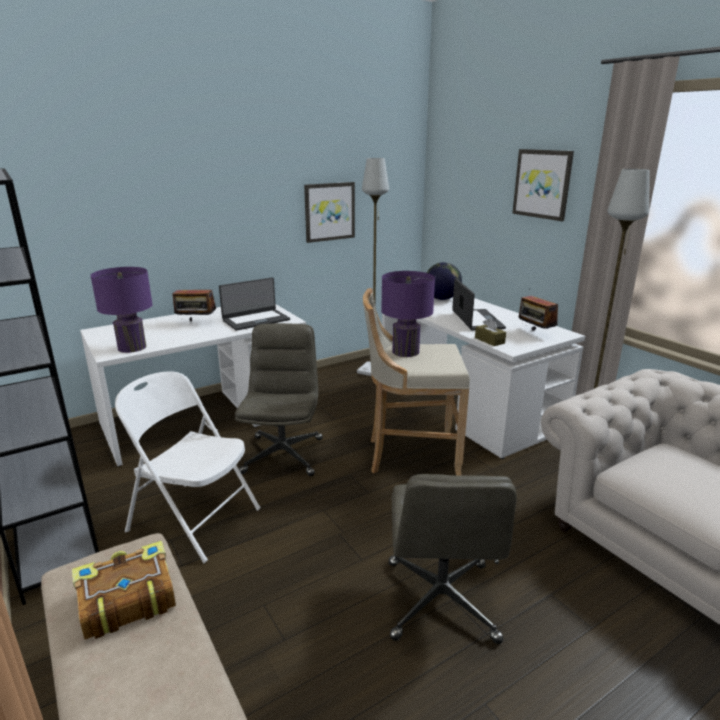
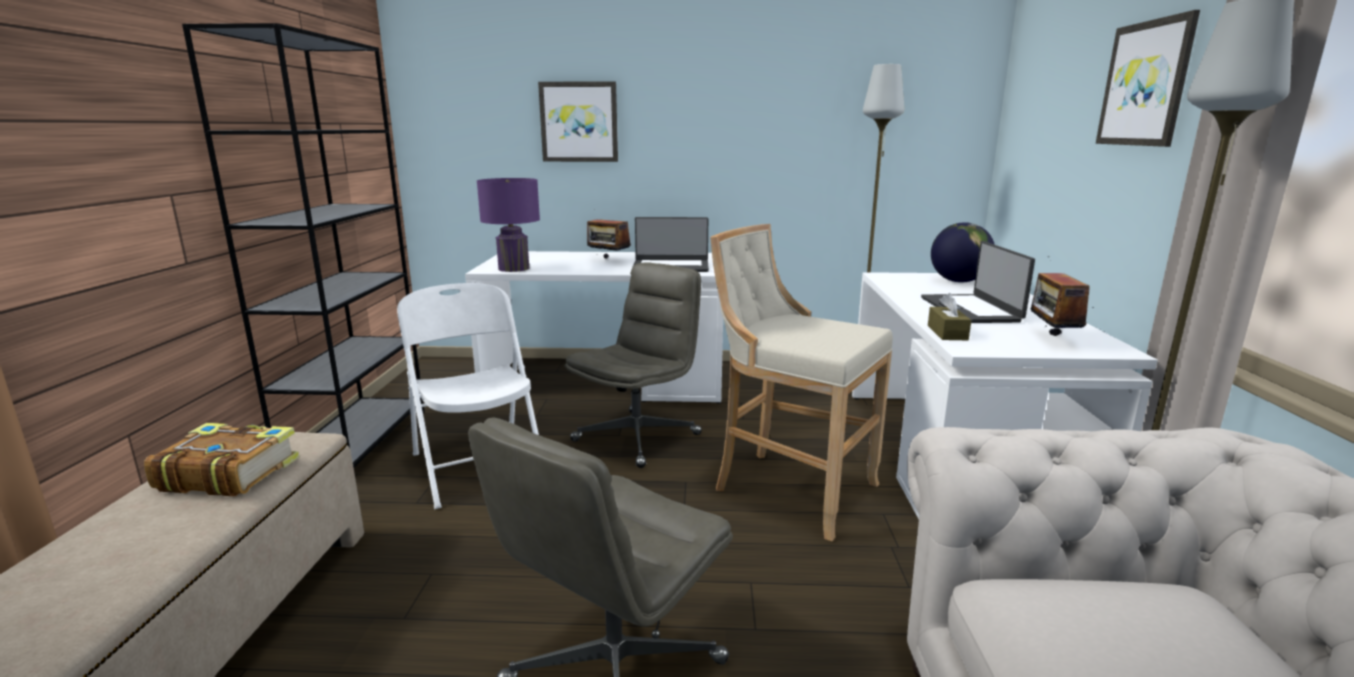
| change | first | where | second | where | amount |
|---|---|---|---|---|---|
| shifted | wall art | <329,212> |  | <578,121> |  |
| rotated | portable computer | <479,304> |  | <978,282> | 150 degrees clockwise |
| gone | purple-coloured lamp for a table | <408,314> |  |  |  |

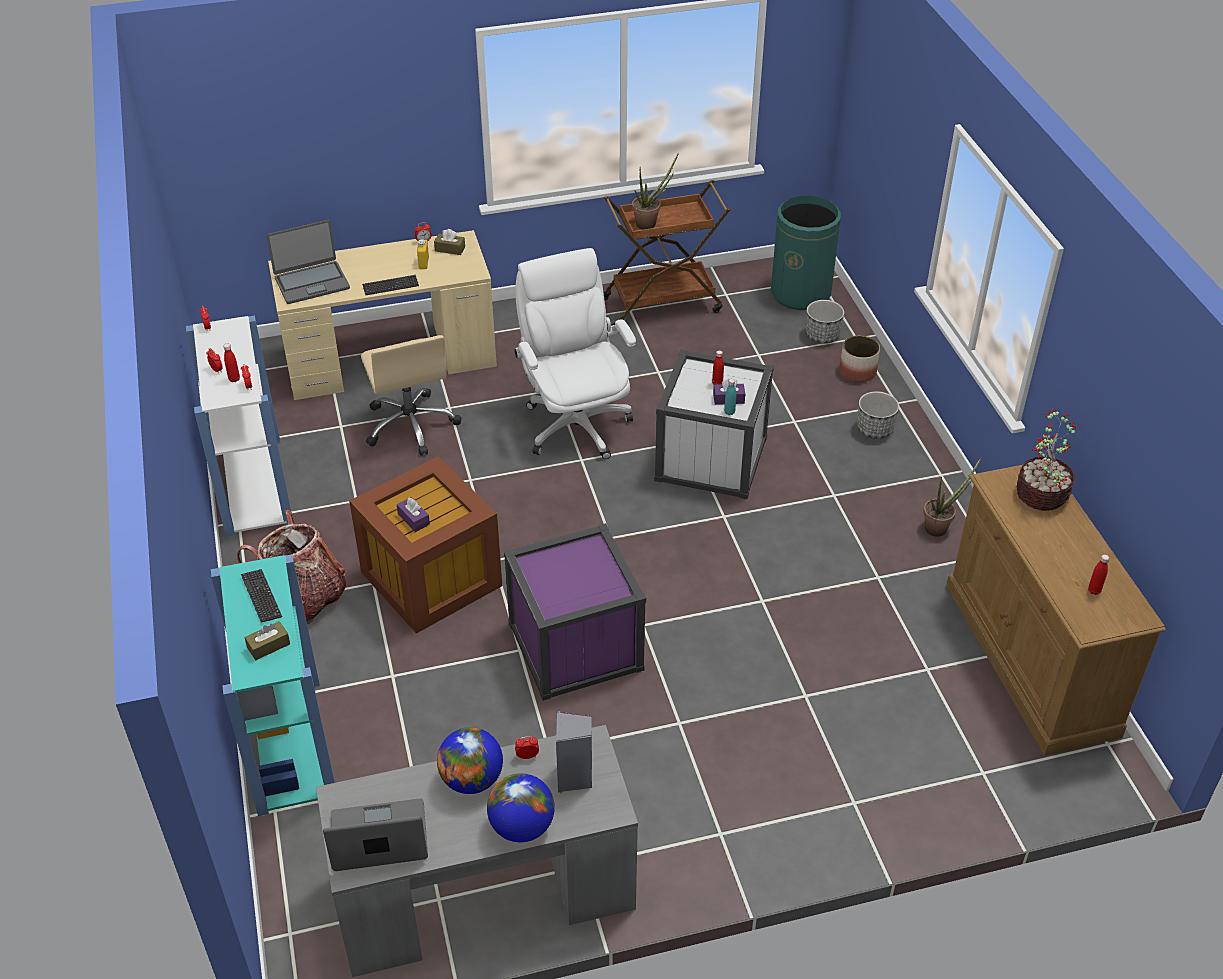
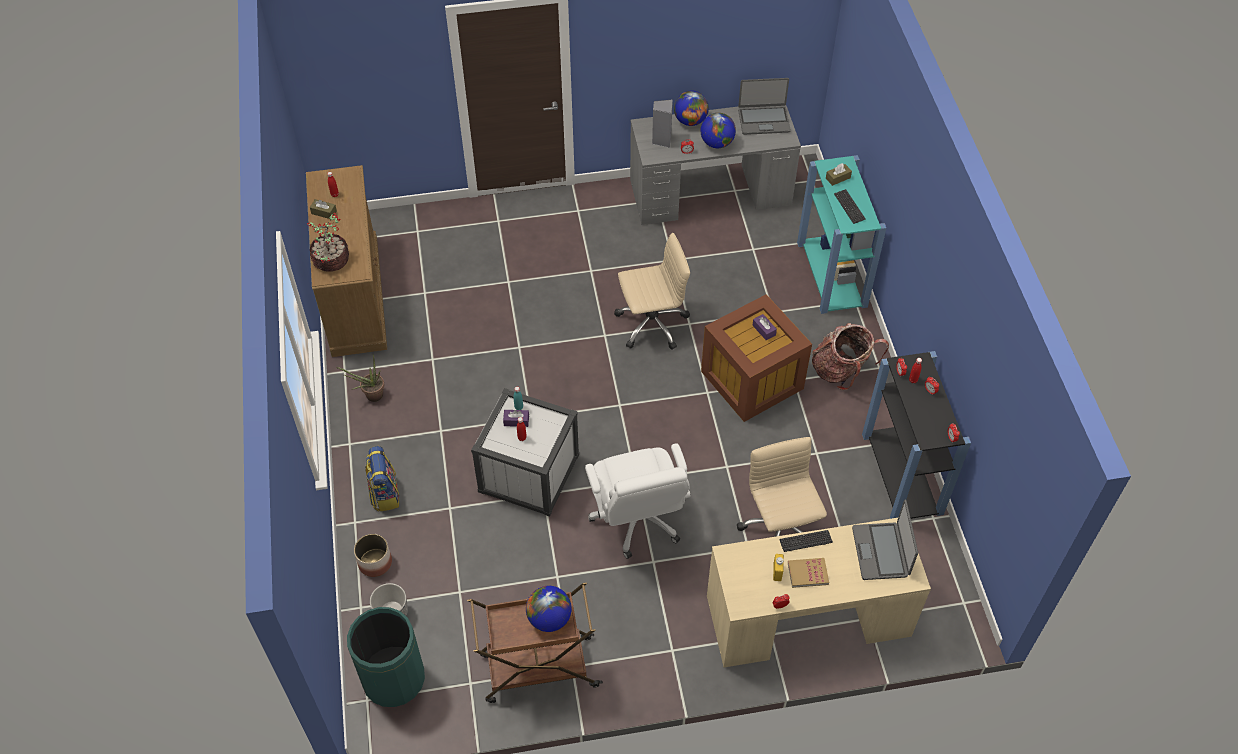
| change | first | where | second | where | amount |
|---|---|---|---|---|---|
| shifted | brown box of tissues | <449,242> |  | <323,209> |  |
| swapped | plant pot | <878,415> | backpack | <382,479> |  |
| swapped | potted plant | <655,191> | desk globe | <549,609> |  |
| swapped | purple-coloured storage bin | <574,612> | beige desk chair | <652,291> |  |
| new |  |  | bound book | <808,573> |  |
| rotated | portable computer | <308,262> |  | <885,539> | 75 degrees counterclockwise |
| repainted | white shelving unit | <239,426> | black-coloured shelving unit | <916,435> |  |

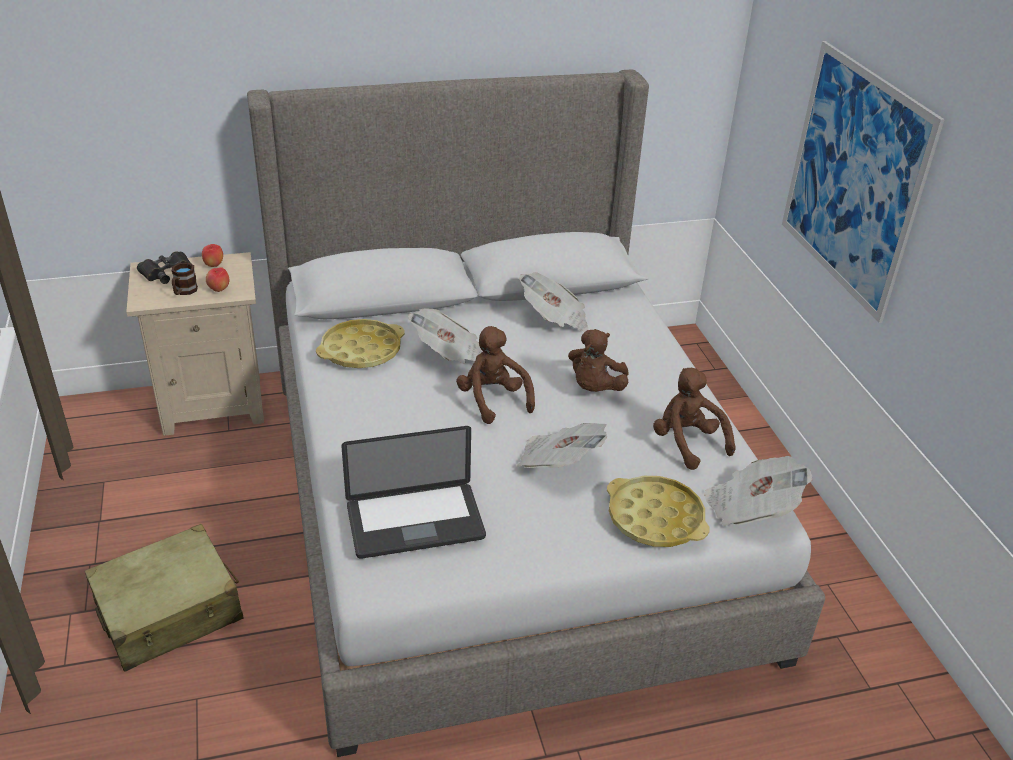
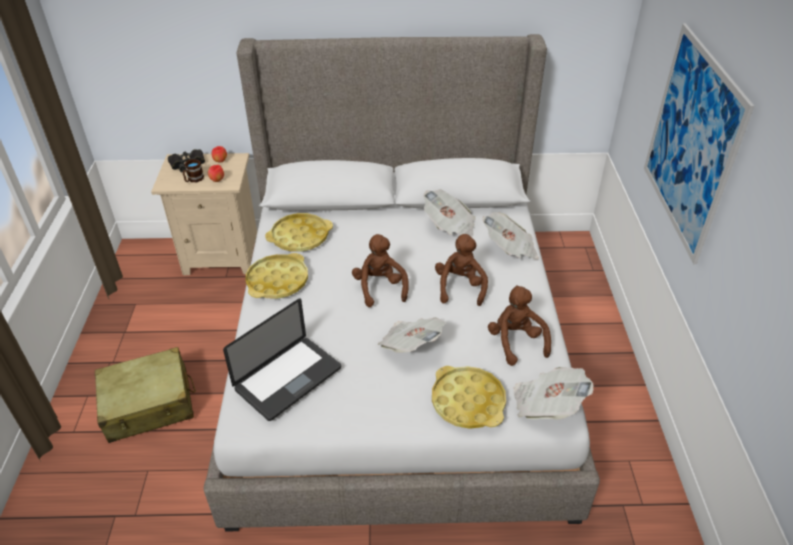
| change | first | where | second | where | amount |
|---|---|---|---|---|---|
| rotated | portable computer | <413,492> |  | <282,360> | 45 degrees counterclockwise |
| new |  |  | yellow-coloured tray | <276,276> |  |
| rotated | brown cuddly toy | <598,360> |  | <461,270> | 150 degrees clockwise |
| shifted | printed paper | <445,336> |  | <511,235> |  |

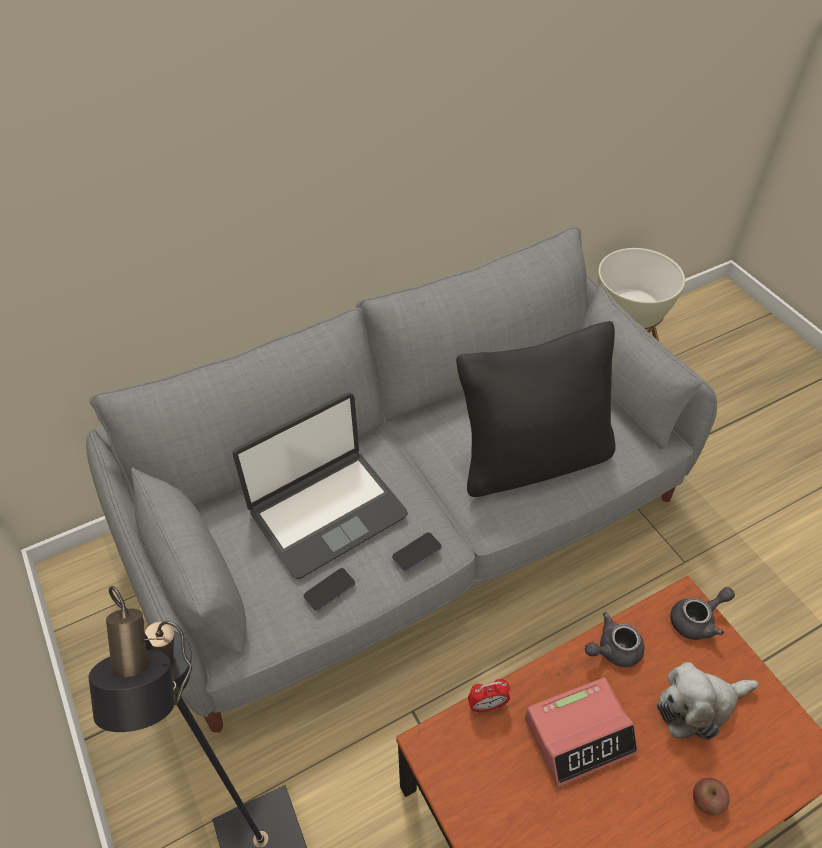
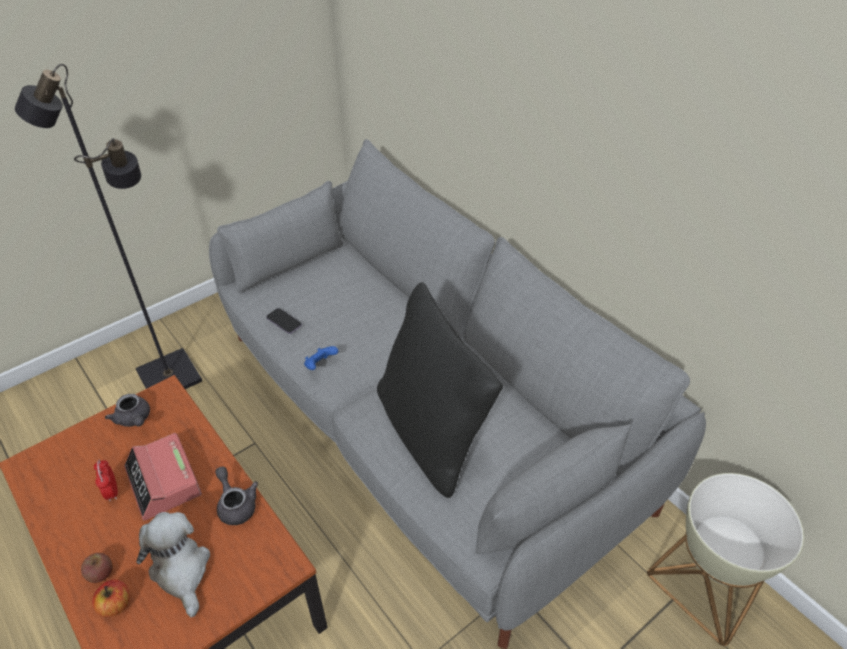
| change | first | where | second | where | amount |
|---|---|---|---|---|---|
| new |  |  | whole apple | <111,598> |  |
| shifted | alarm clock | <489,696> |  | <106,480> |  |
| shifted | greyish tea pot | <702,613> |  | <127,410> |  |
| swapped | phone | <417,552> | bluish joypad | <321,358> |  |
| gone | portable computer | <320,486> |  |  |  |

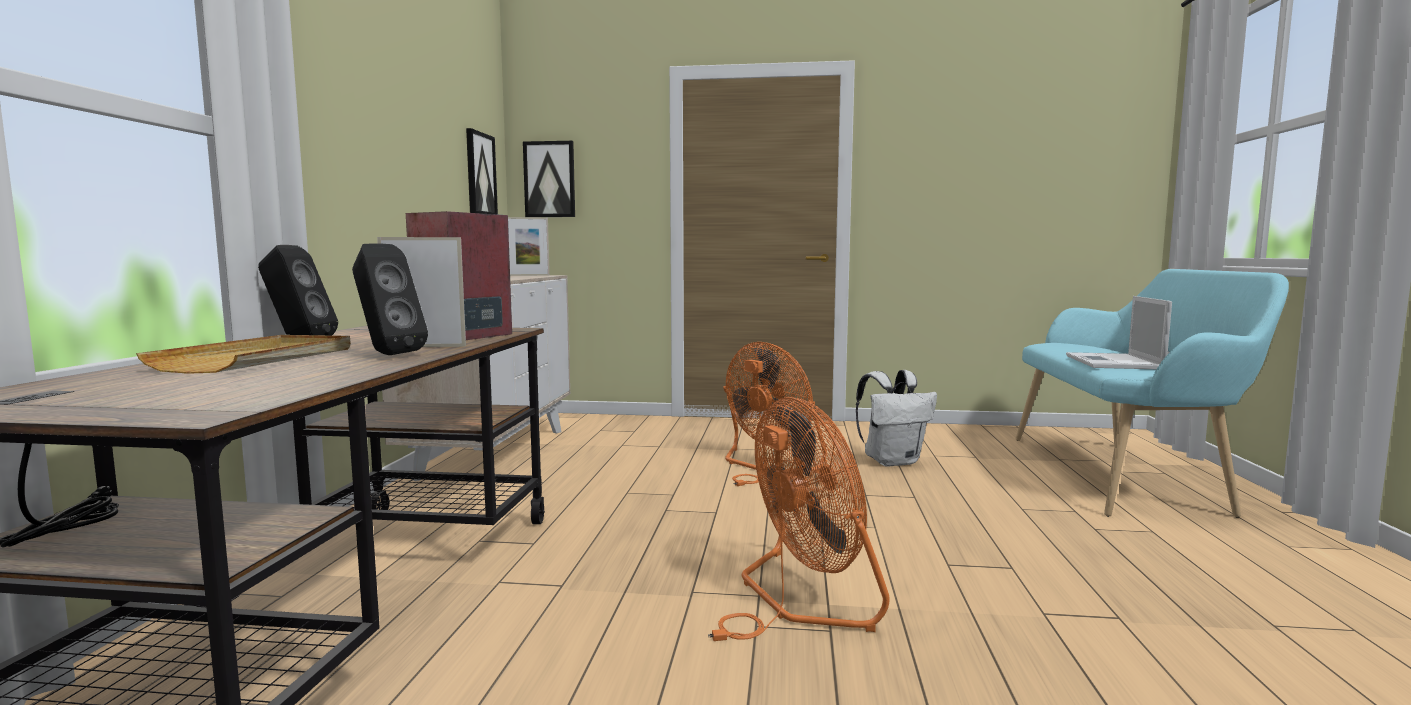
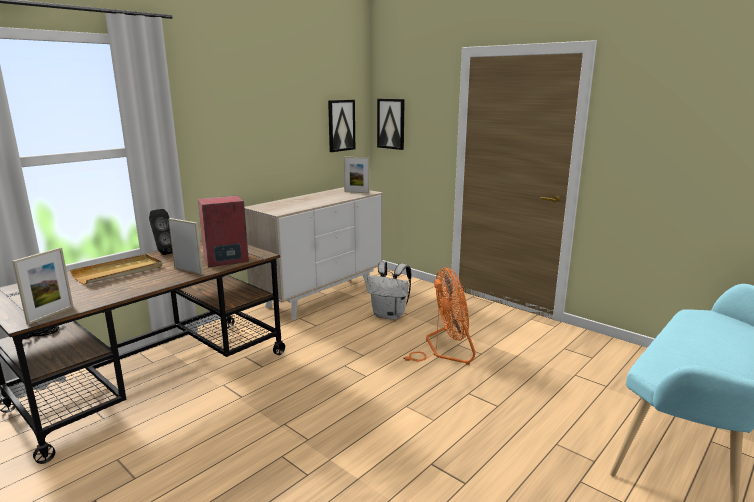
| change | first | where | second | where | amount |
|---|---|---|---|---|---|
| new |  |  | standing frame | <42,286> |  |
| shifted | white backpack | <896,418> |  | <388,290> |  |
| gone | black-coloured speaker | <390,299> |  |  |  |
| gone | orange electric fan | <798,519> |  |  |  |
| gone | portable computer | <1119,332> |  |  |  |

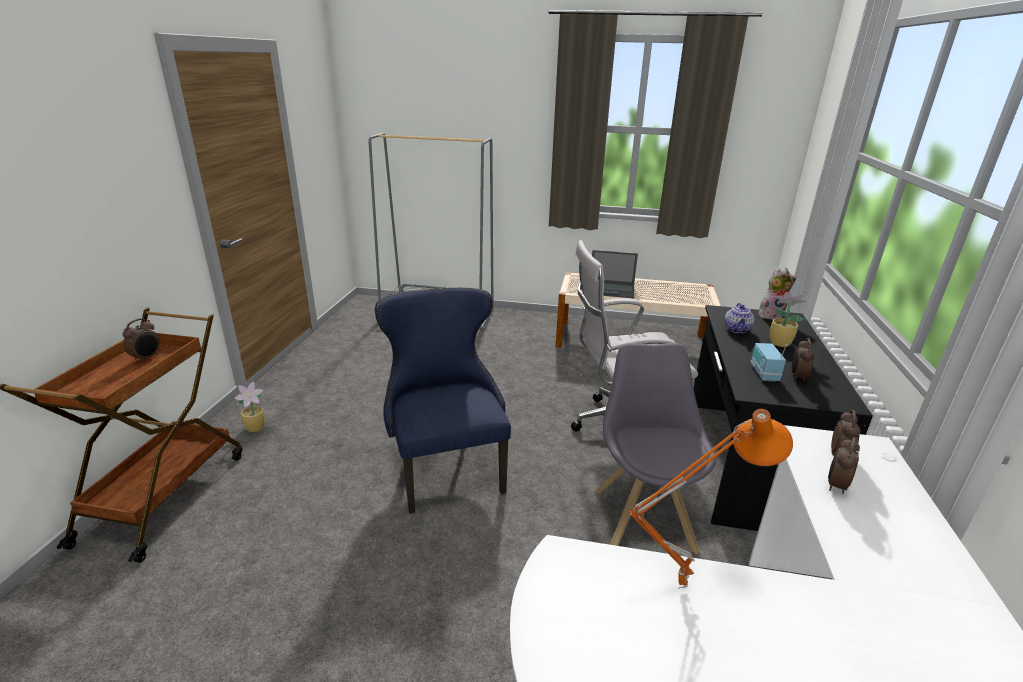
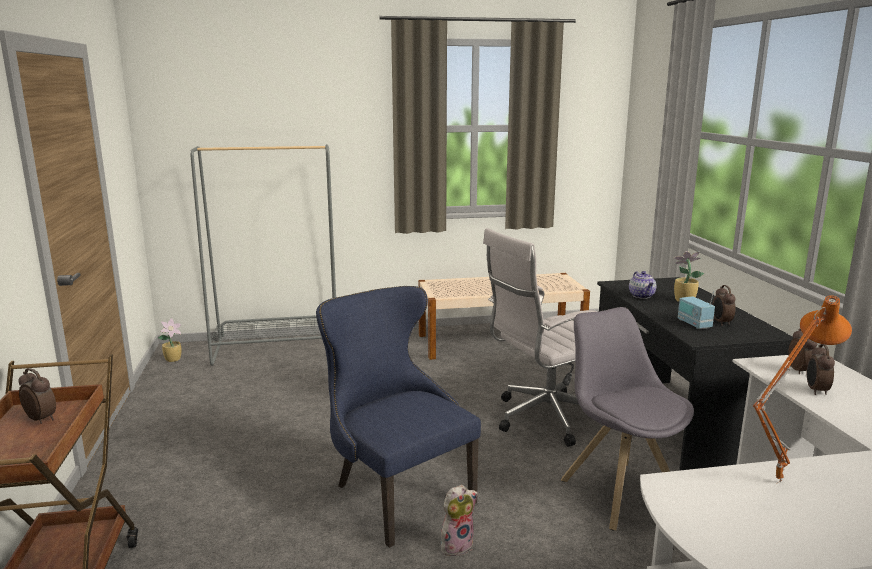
| change | first | where | second | where | amount |
|---|---|---|---|---|---|
| rotated | alarm clock | <141,340> |  | <37,396> | 60 degrees counterclockwise |
| shifted | potted plant | <249,407> |  | <170,340> |  |
| shifted | cuddly toy | <777,294> |  | <459,520> |  |
| gone | portable computer | <615,274> |  |  |  |

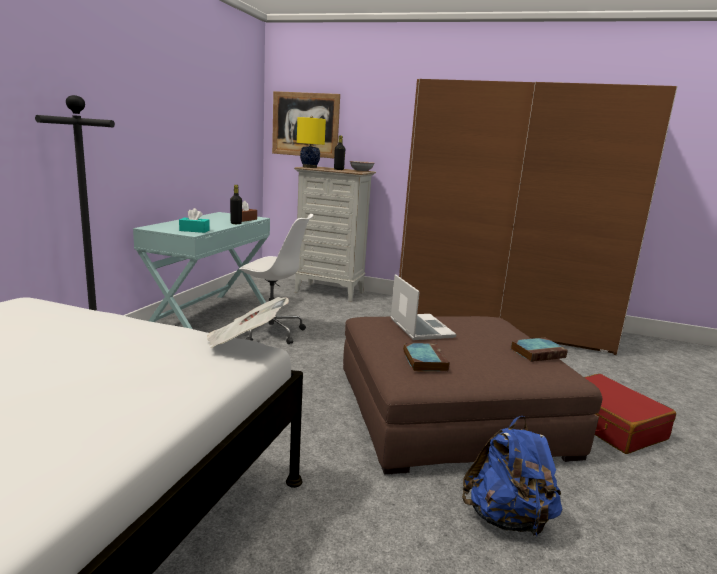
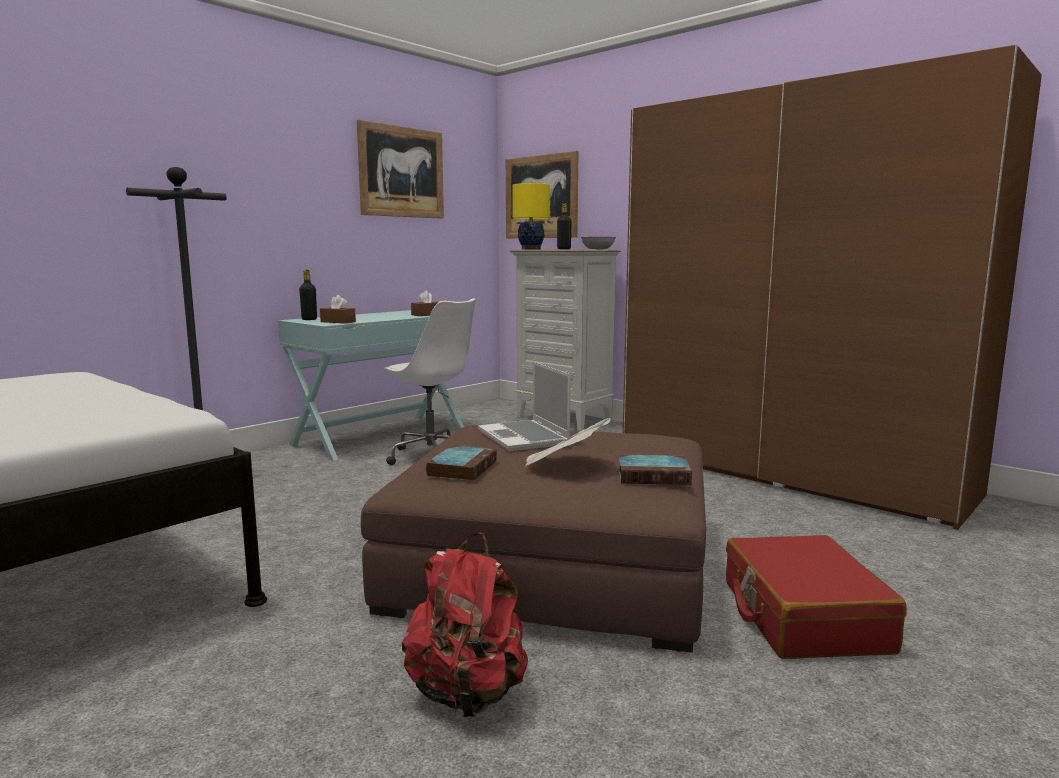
| change | first | where | second | where | amount |
|---|---|---|---|---|---|
| shifted | black-coloured drink bottle | <236,204> |  | <308,294> |  |
| repainted | turquoise box of tissues | <194,220> | brown box of tissues | <338,309> |  |
| new |  |  | wall art | <400,169> |  |
| repainted | bluish backpack | <512,476> | red backpack | <465,624> |  |
| rotated | portable computer | <423,307> |  | <524,406> | 150 degrees clockwise |
| shifted | printed paper | <248,322> |  | <568,442> |  |

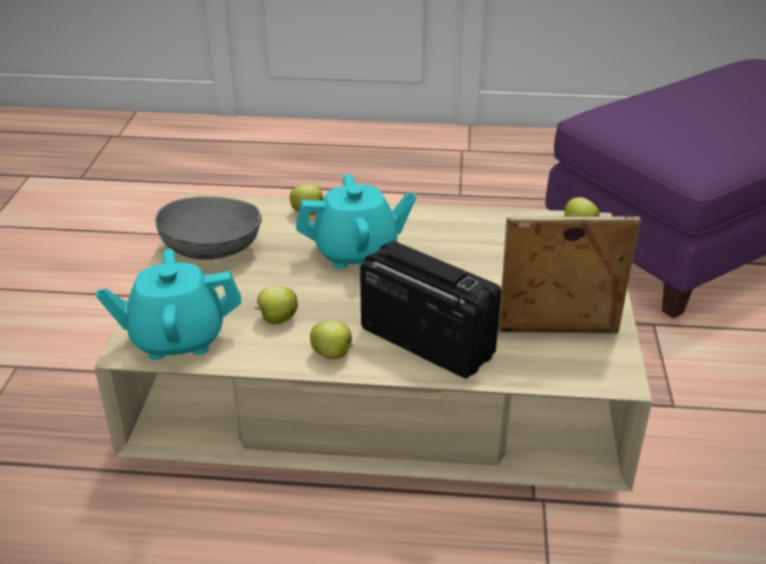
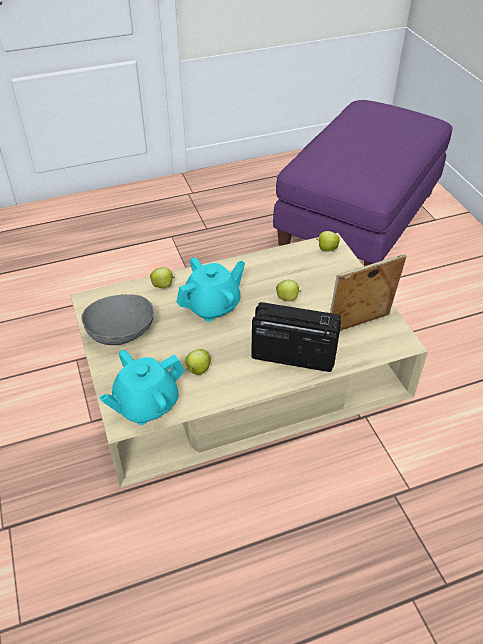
| change | first | where | second | where | amount |
|---|---|---|---|---|---|
| shifted | whole apple | <331,339> |  | <288,290> |  |

